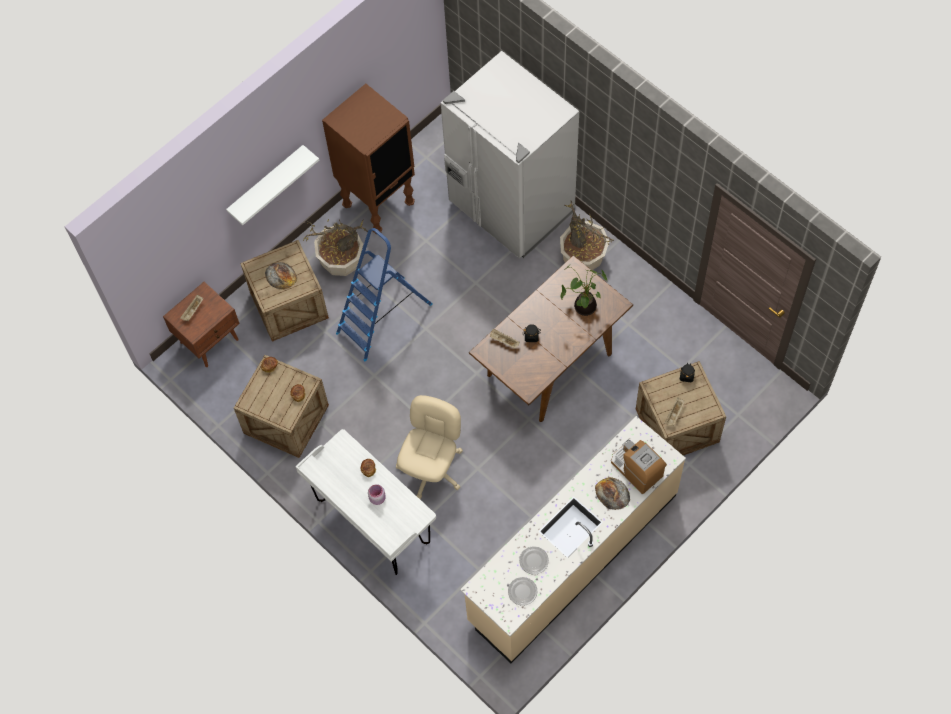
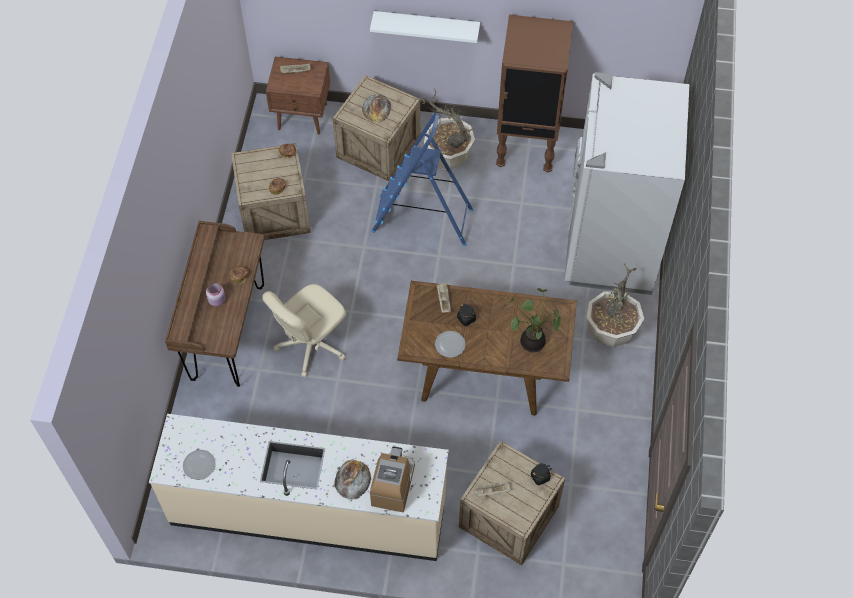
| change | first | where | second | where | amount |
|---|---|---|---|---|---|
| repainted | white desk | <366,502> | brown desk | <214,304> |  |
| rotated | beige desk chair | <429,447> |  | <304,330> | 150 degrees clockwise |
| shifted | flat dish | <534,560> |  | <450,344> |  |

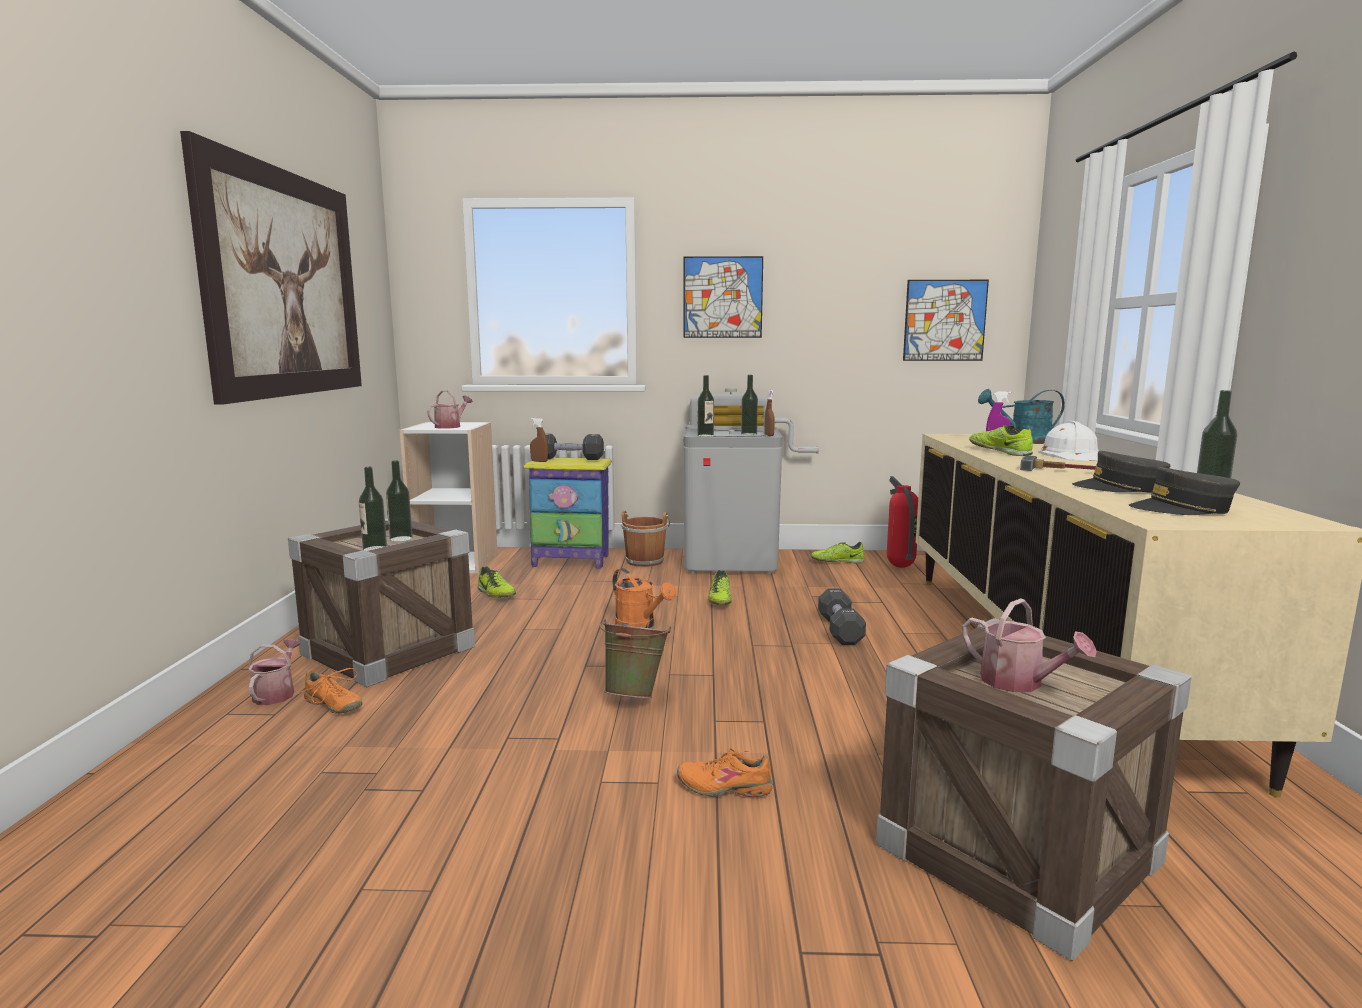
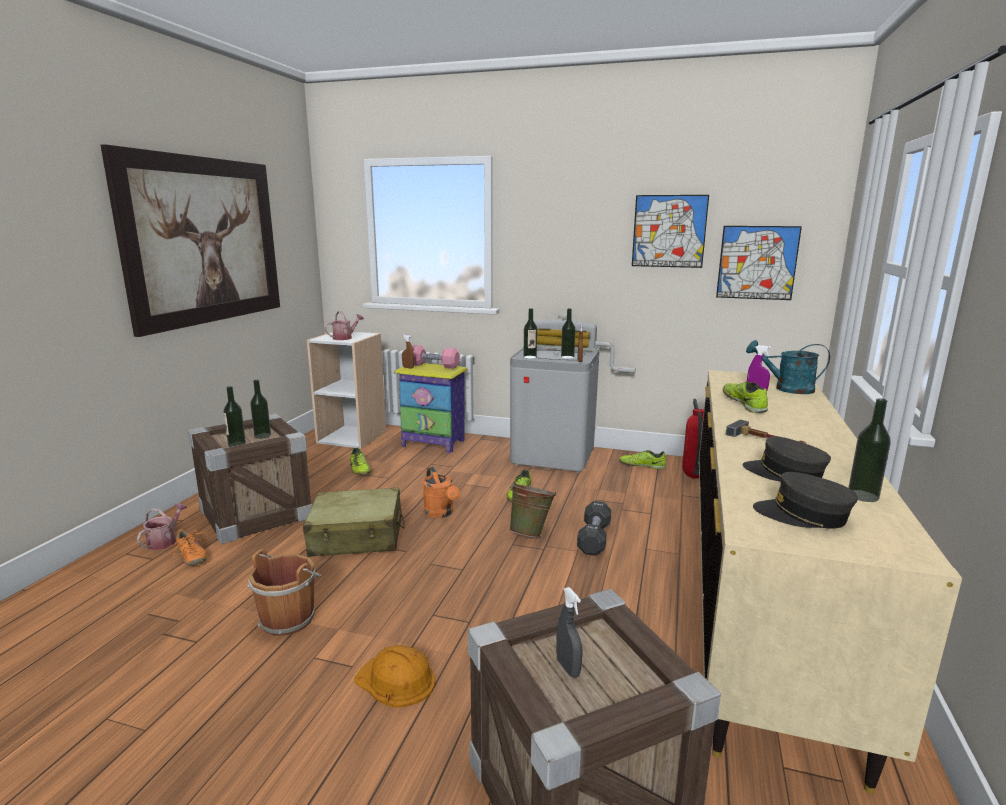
| change | first | where | second | where | amount |
|---|---|---|---|---|---|
| shifted | brown bucket | <645,539> |  | <284,592> |  |
| new |  |  | beige piece of luggage | <354,522> |  |
| swapped | orange low shoe | <725,772> | orange work helmet | <394,676> |  |
| repainted | black-coloured dumbbell | <574,447> | pink-coloured dumbbell | <436,357> |  |
| shifted | green bucket | <635,658> |  | <532,509> |  |
| swapped | watering pot | <1029,645> | greyish spray bottle | <569,632> |  |
| shifted | wall art | <723,297> |  | <670,231> |  |
| gone | white work helmet | <1068,441> |  |  |  |

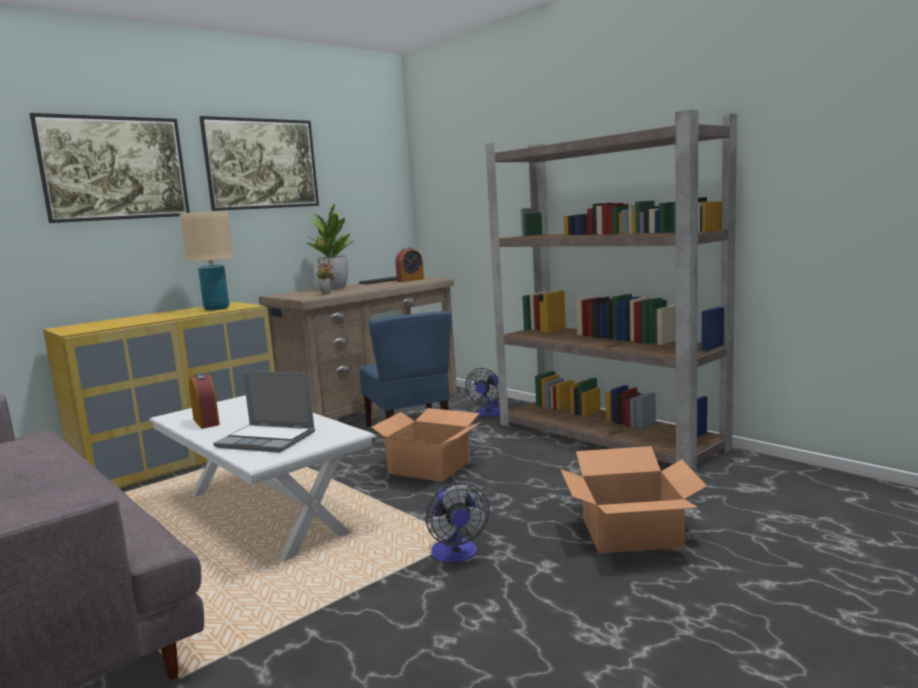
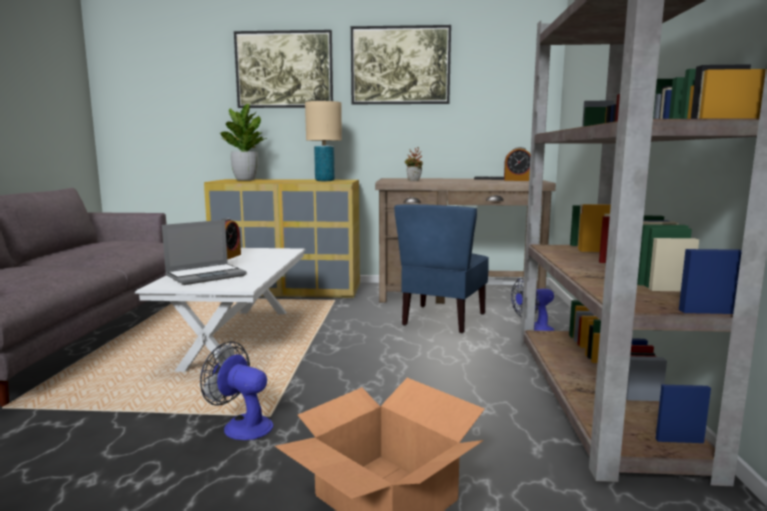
| change | first | where | second | where | amount |
|---|---|---|---|---|---|
| rotated | portable computer | <264,412> |  | <204,252> | 105 degrees counterclockwise |
| rotated | electric fan | <457,522> |  | <236,390> | 90 degrees clockwise |
| shifted | potted plant | <332,247> |  | <243,142> |  |
| gone | carton | <426,445> |  |  |  |

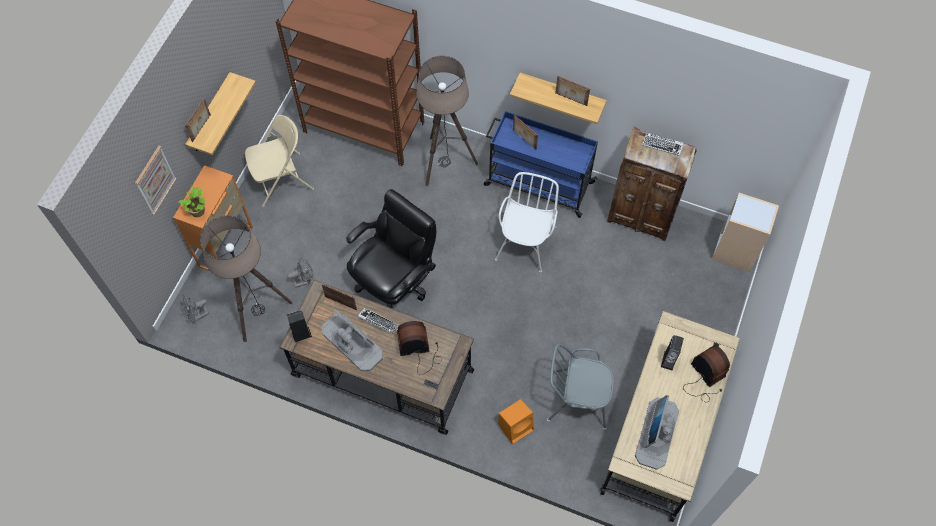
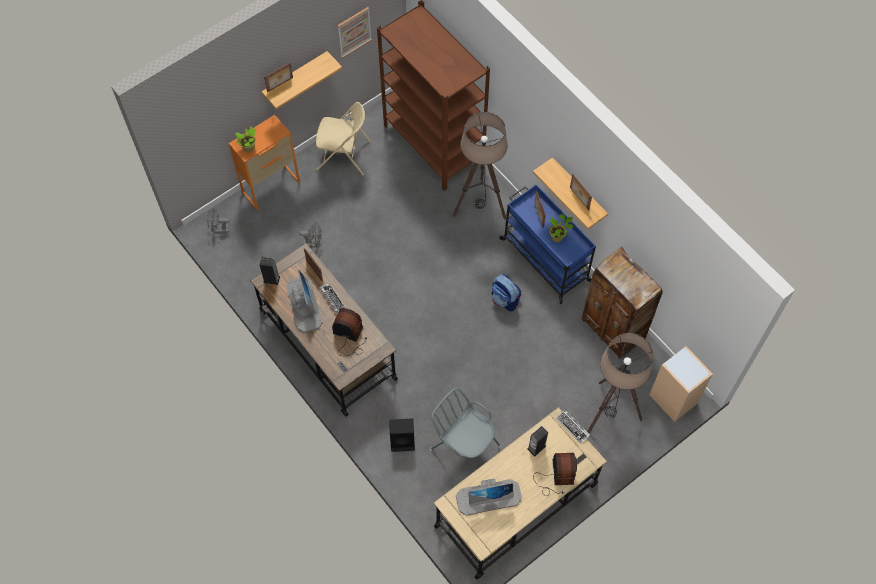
| change | first | where | second | where | amount |
|---|---|---|---|---|---|
| shifted | wall art | <156,180> |  | <354,32> |  |
| repainted | orange speaker | <516,421> | black-coloured speaker | <402,435> |  |
| rotated | computer display | <657,432> |  | <489,497> | 150 degrees counterclockwise |
| swapped | white chair | <527,222> | backpack | <506,292> |  |
| new |  |  | potted plant | <560,228> |  |
| shifted | computer keyboard | <663,144> |  | <573,427> |  |
| shifted | standard lamp | <246,279> |  | <620,383> |  |
| gone | black-coloured desk chair | <391,248> |  |  |  |

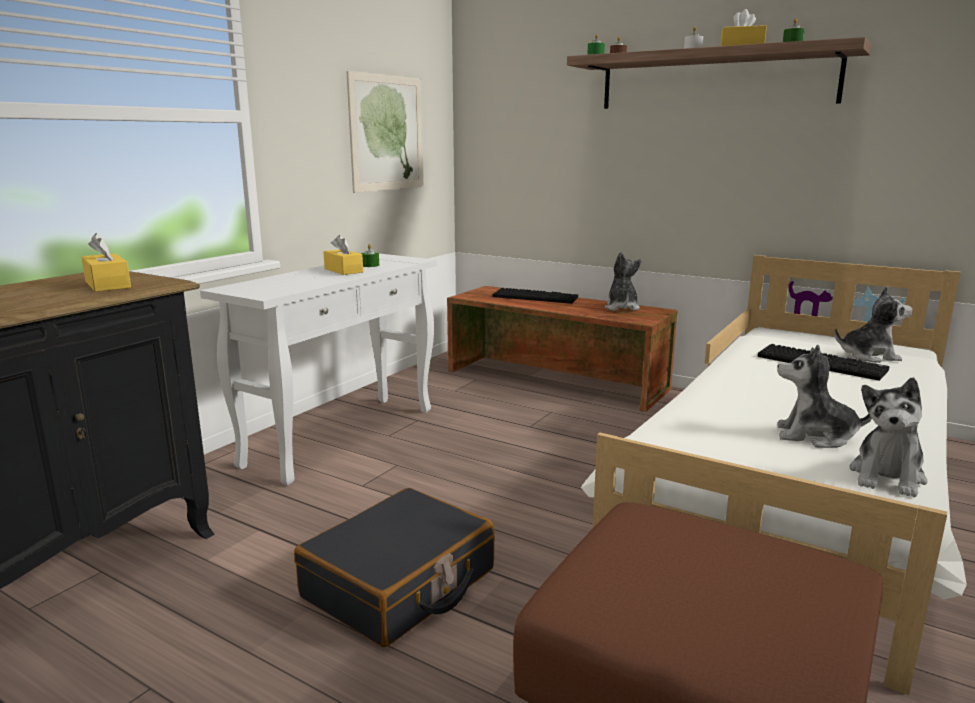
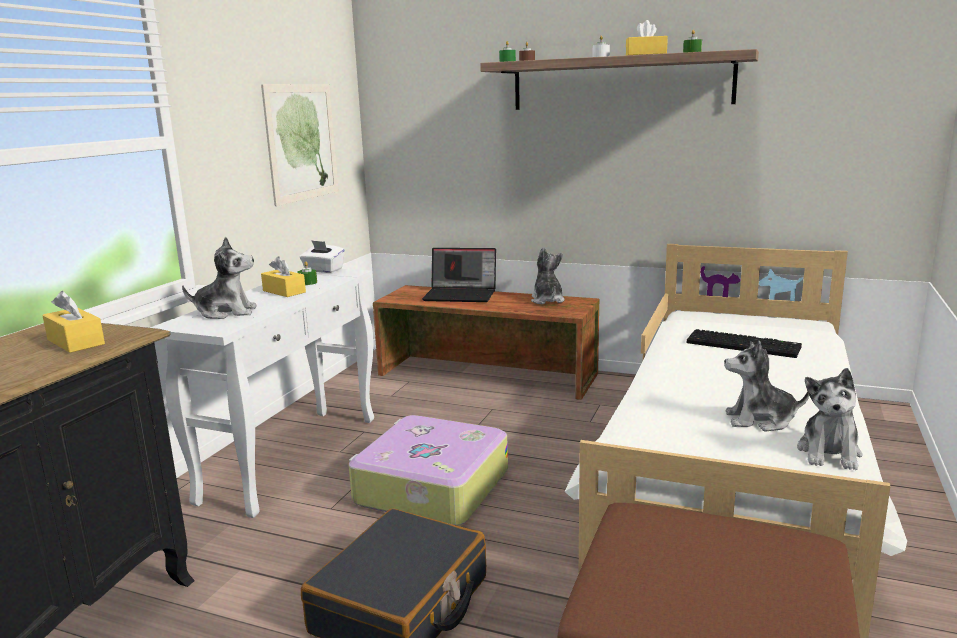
| change | first | where | second | where | amount |
|---|---|---|---|---|---|
| shifted | cuddly toy | <873,325> |  | <219,278> |  |
| new |  |  | white box of tissues | <322,256> |  |
| new |  |  | piece of luggage | <428,470> |  |
| swapped | computer keyboard | <535,296> | portable computer | <459,275> |  |

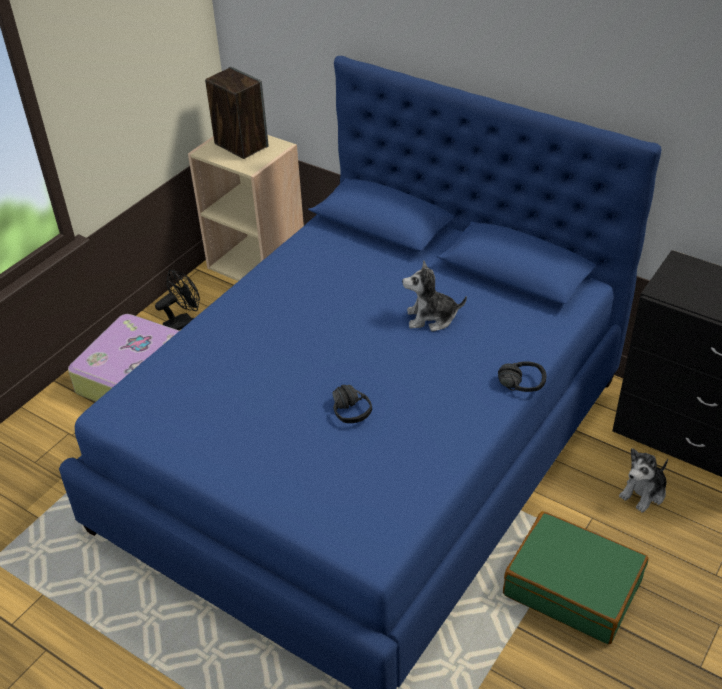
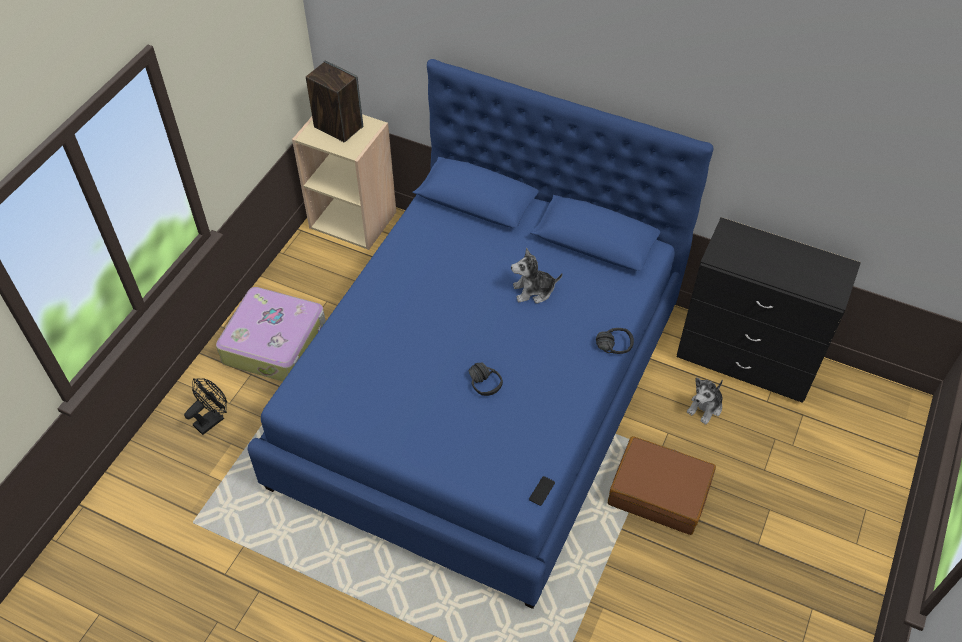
| change | first | where | second | where | amount |
|---|---|---|---|---|---|
| shifted | black-coloured electric fan | <177,300> |  | <205,406> |  |
| new |  |  | phone | <542,491> |  |
| repainted | green piece of luggage | <575,577> | brown piece of luggage | <662,485> |  |

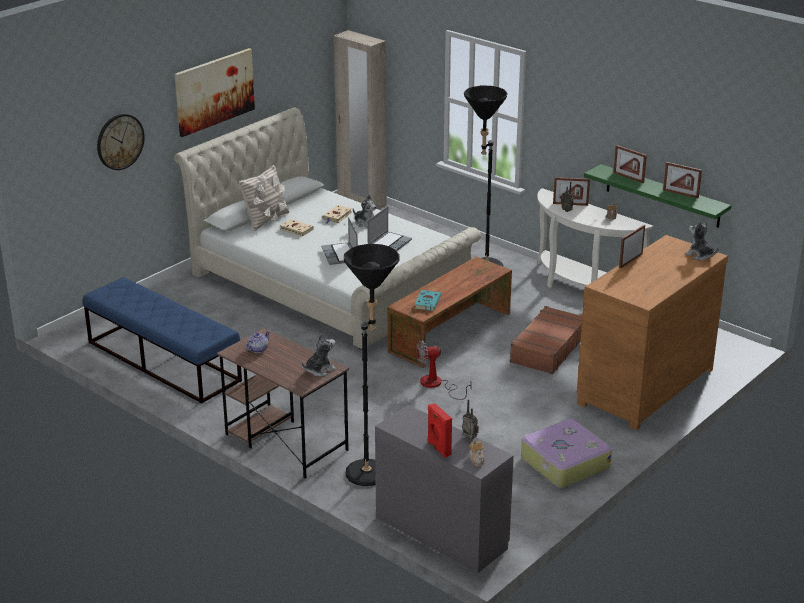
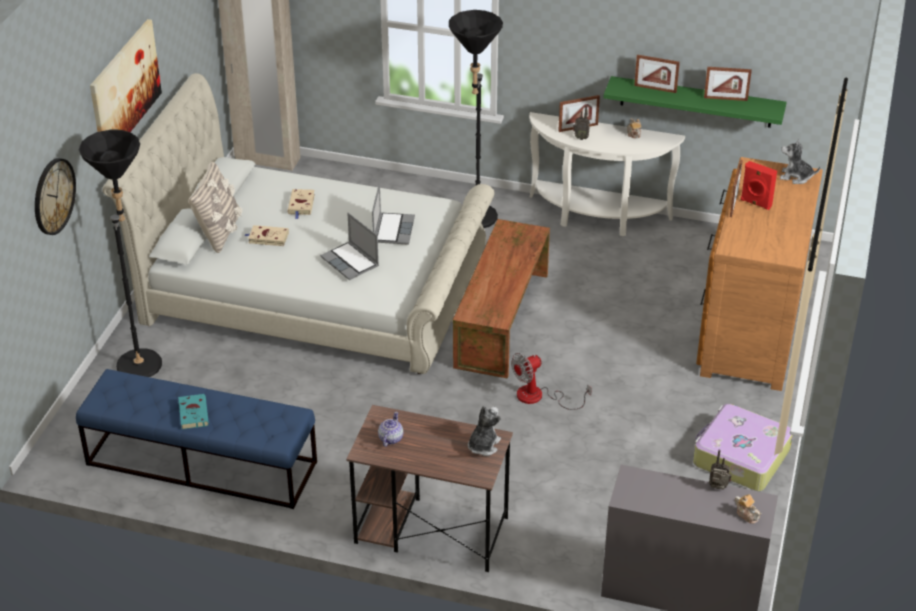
| change | first | where | second | where | amount |
|---|---|---|---|---|---|
| shifted | black-coloured standard lamp | <372,365> |  | <120,253> |  |
| shifted | turquoise bound book | <427,300> |  | <193,411> |  |
| shifted | red speaker | <439,430> |  | <759,185> |  |
| gone | cuddly toy | <364,211> |  |  |  |
| gone | brown piece of luggage | <546,340> |  |  |  |

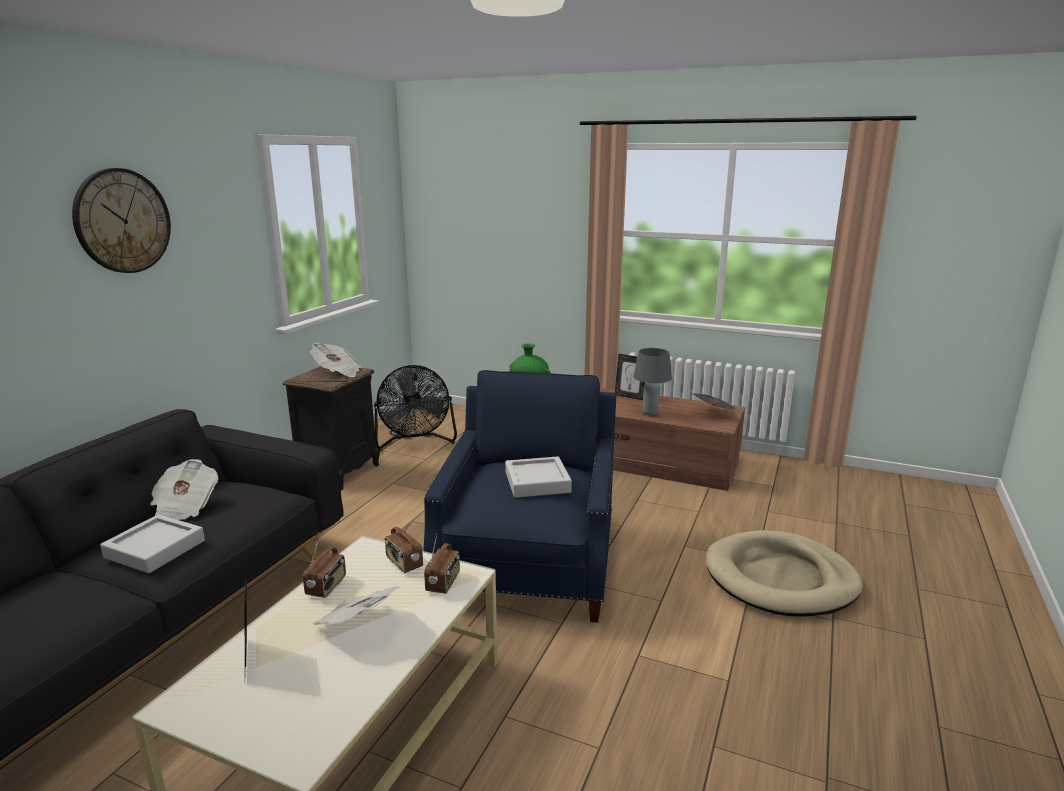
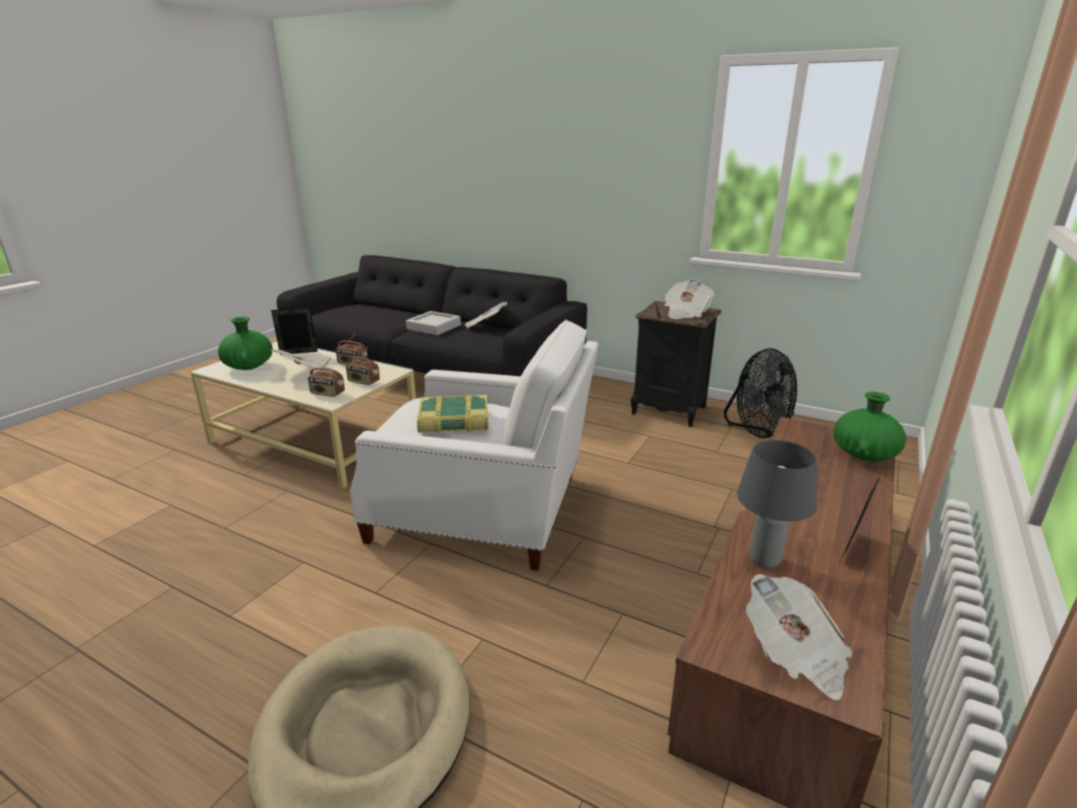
| change | first | where | second | where | amount |
|---|---|---|---|---|---|
| new |  |  | green decorative vase | <245,343> |  |
| rotated | radio receiver | <404,547> |  | <363,367> | 120 degrees counterclockwise |
| repainted | bluish lounge chair | <520,496> | white lounge chair | <474,445> |  |
| swapped | greyish tray | <538,477> | bound book | <453,414> |  |
| gone | wall clock | <121,220> |  |  |  |

